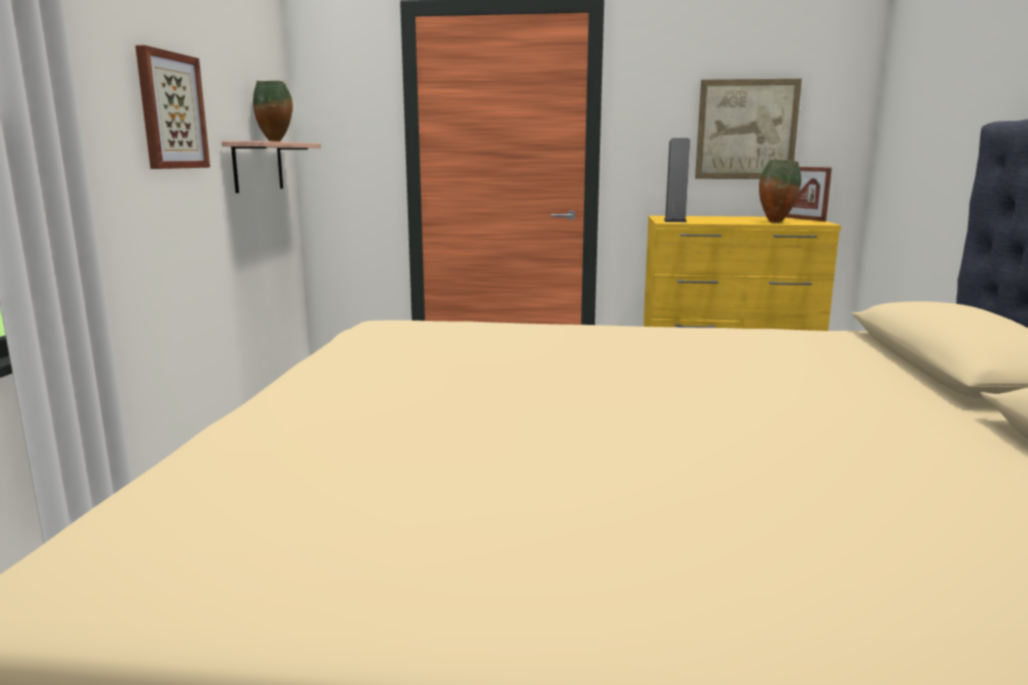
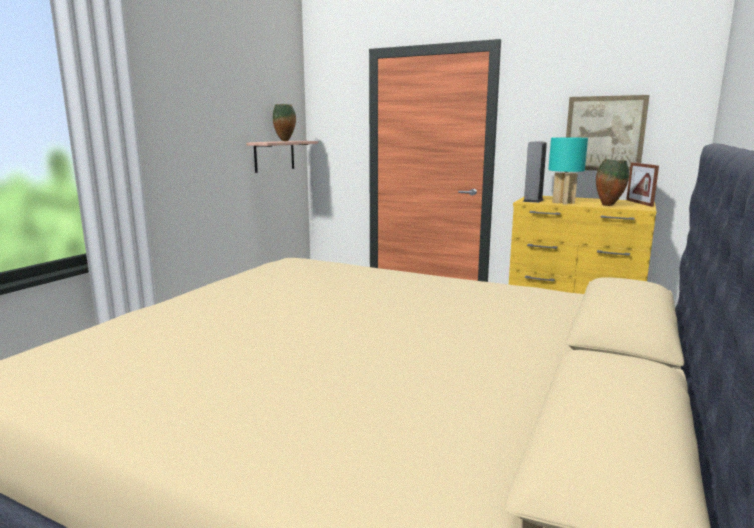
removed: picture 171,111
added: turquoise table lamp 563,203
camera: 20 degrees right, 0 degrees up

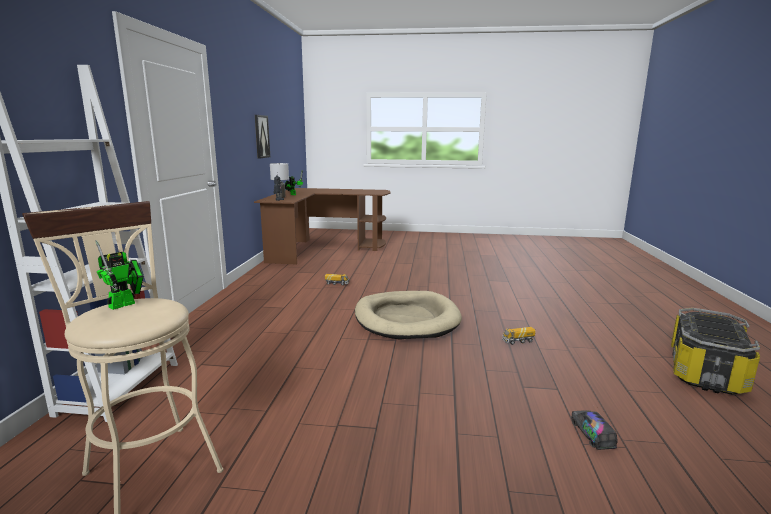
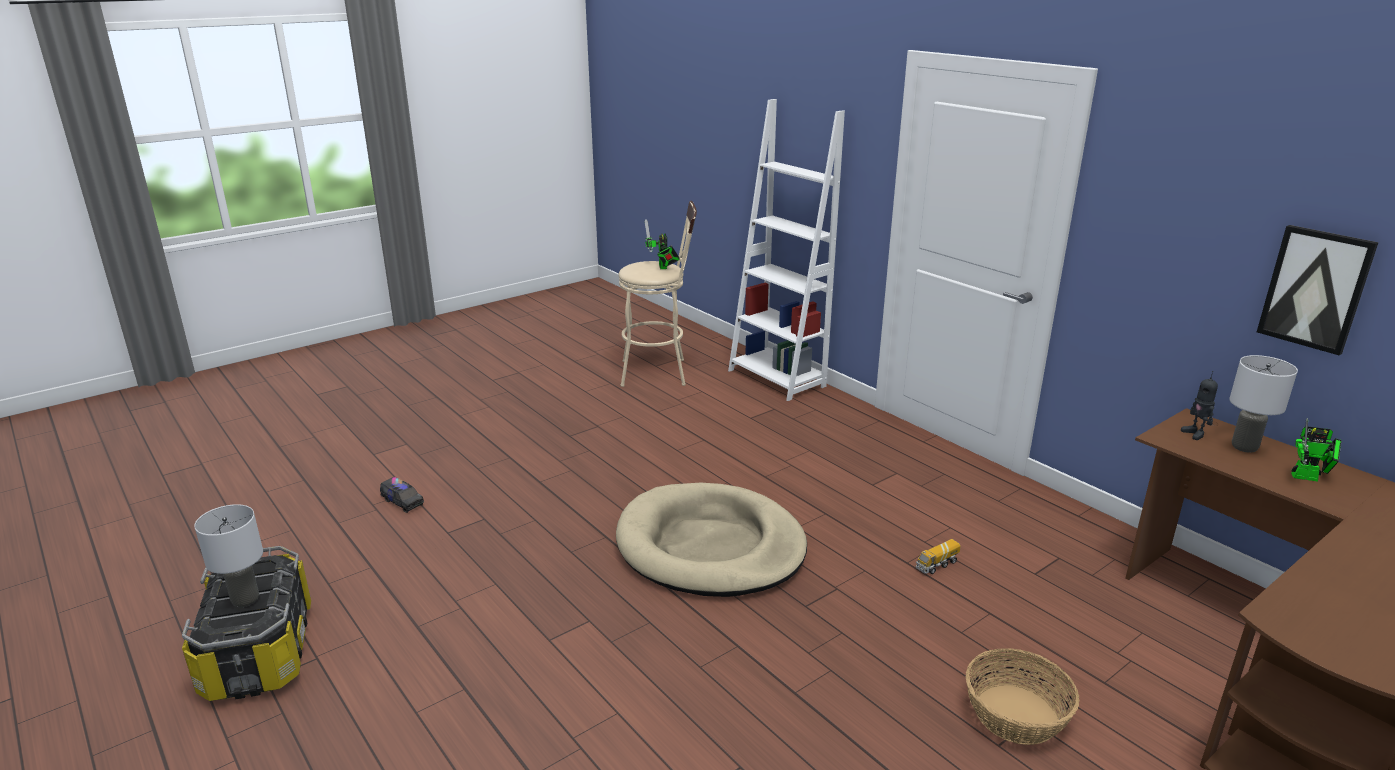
removed: toy truck 518,341
added: white table lamp 244,601; basket 1016,714
camera: 135 degrees right, 10 degrees up

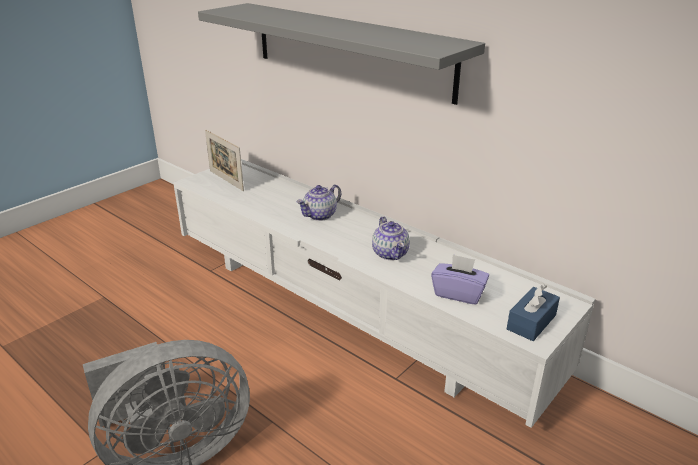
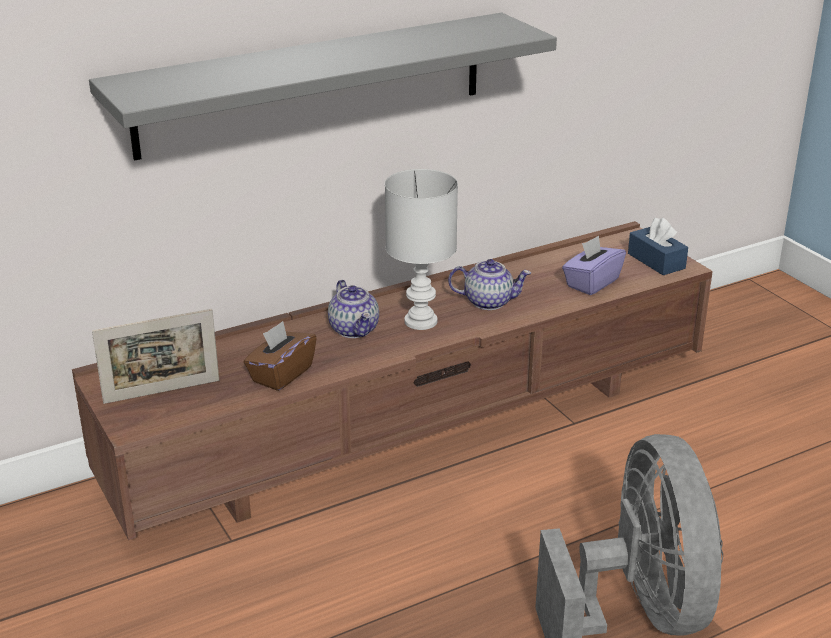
added: white table lamp 420,322; brown tissue box 281,374
recoloured: white tv stand 350,304 to brown tv stand 414,424
camera: 70 degrees left, 0 degrees up

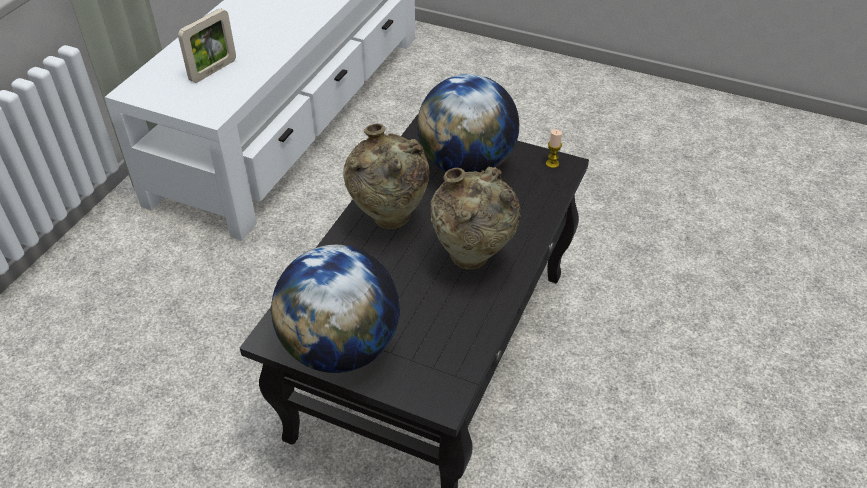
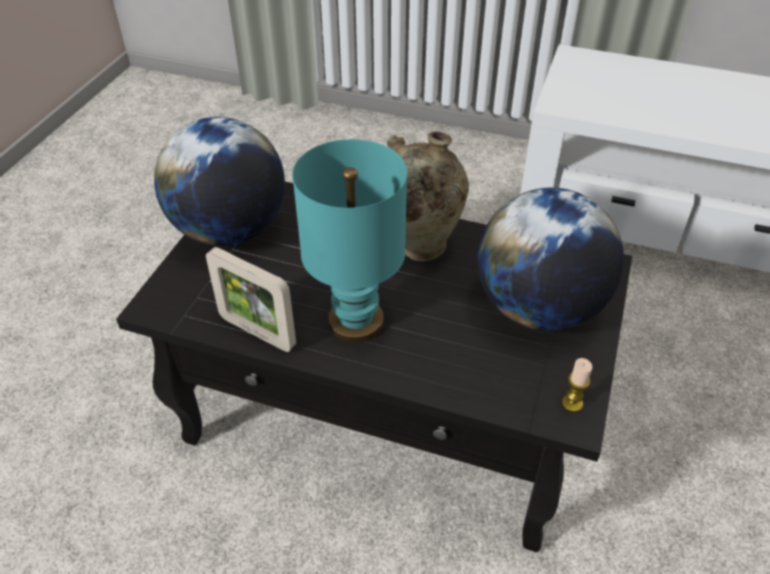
moved: picture frame 213,70 to 257,332
replaced: beige vase 472,261 to turquoise table lamp 357,321
camera: 85 degrees right, 0 degrees up

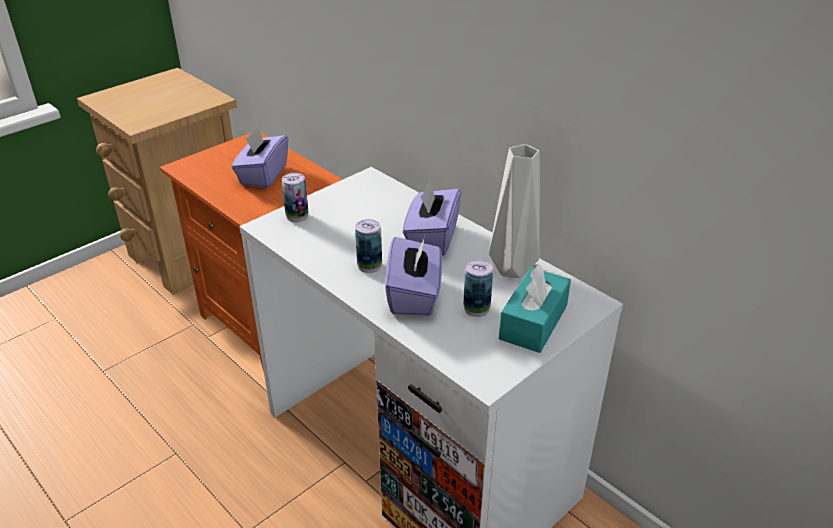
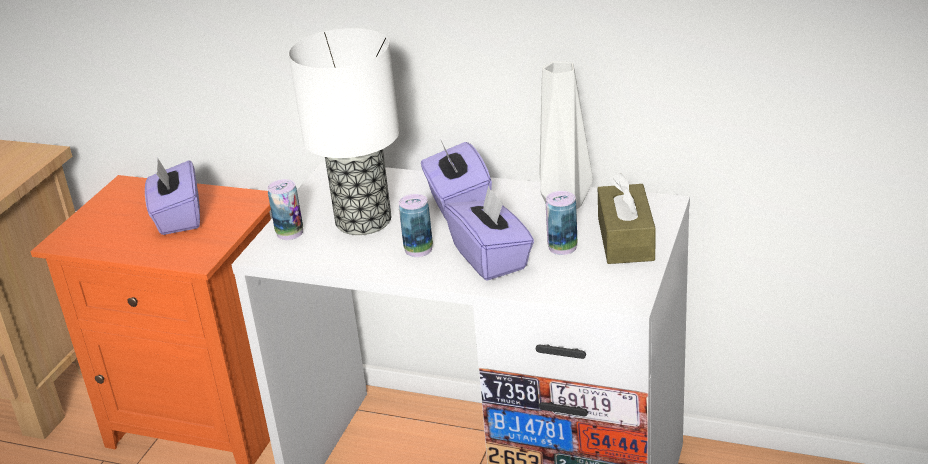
added: table lamp 365,221
recoloured: turquoise tissue box 533,322 to brown tissue box 625,239
camera: 25 degrees left, 5 degrees down

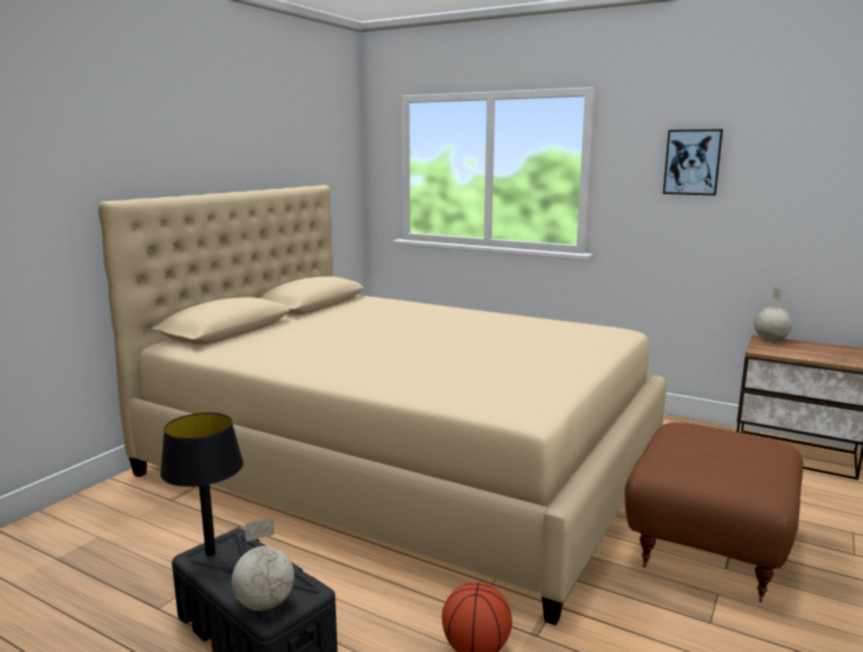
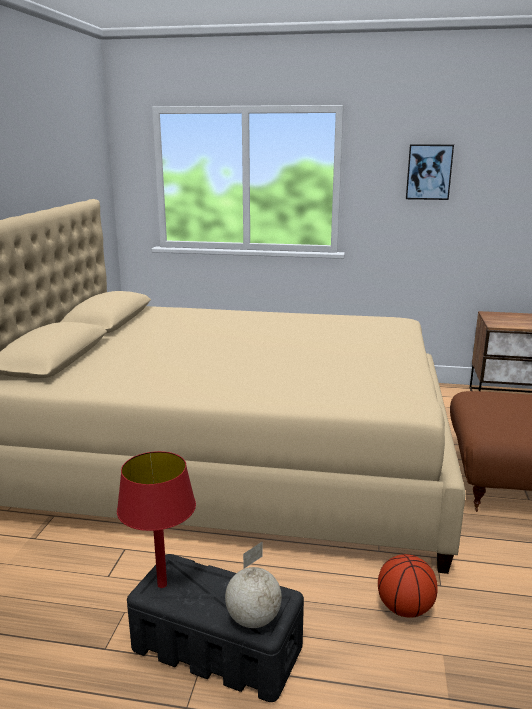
removed: globe 770,340
recoloured: black table lamp 211,553 to red table lamp 162,584
camera: 20 degrees left, 5 degrees up

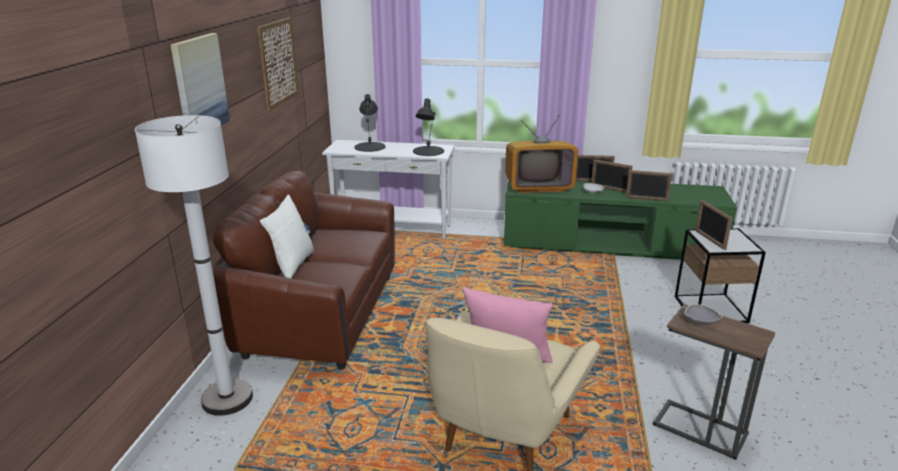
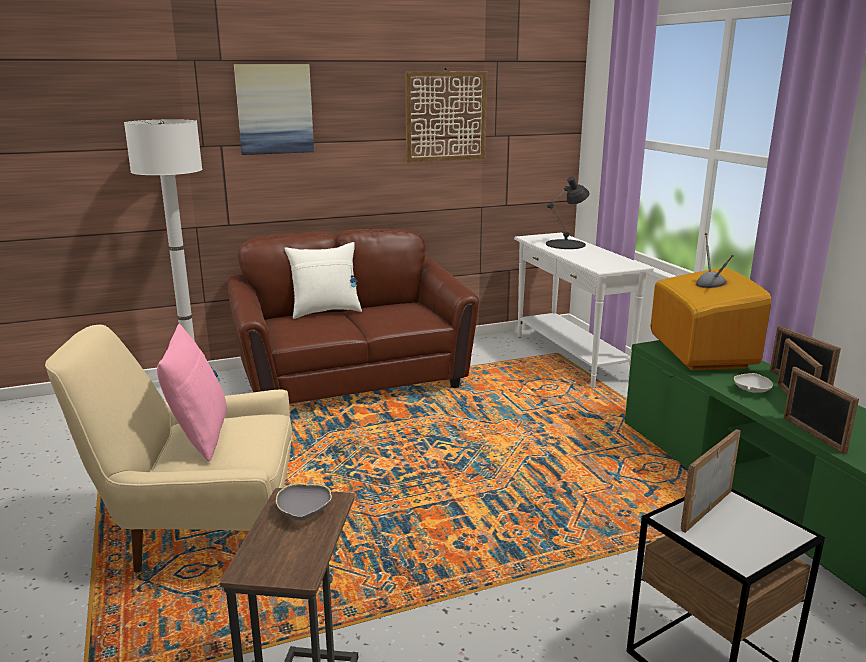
removed: black table lamp 428,151
turned: television 538,186 = 700,354 150 degrees counterclockwise
camera: 60 degrees right, 5 degrees down

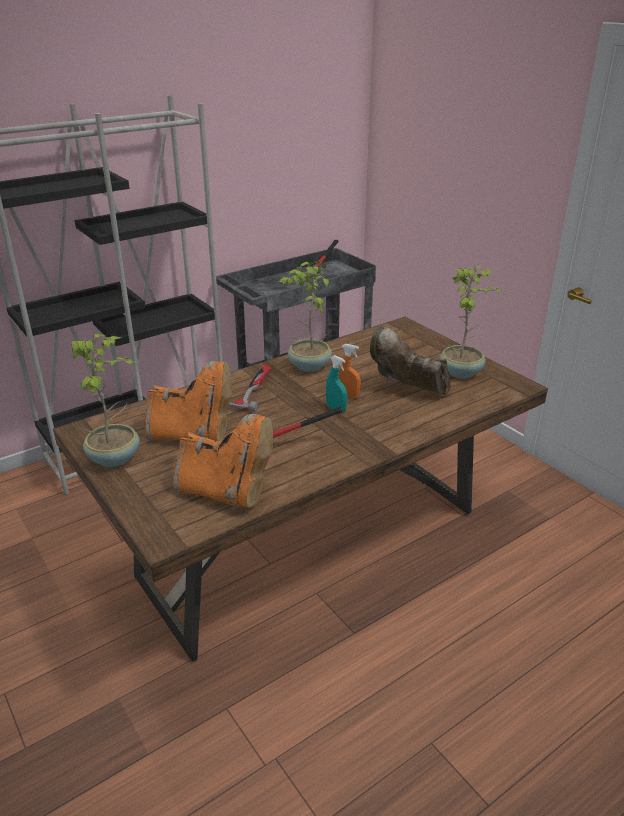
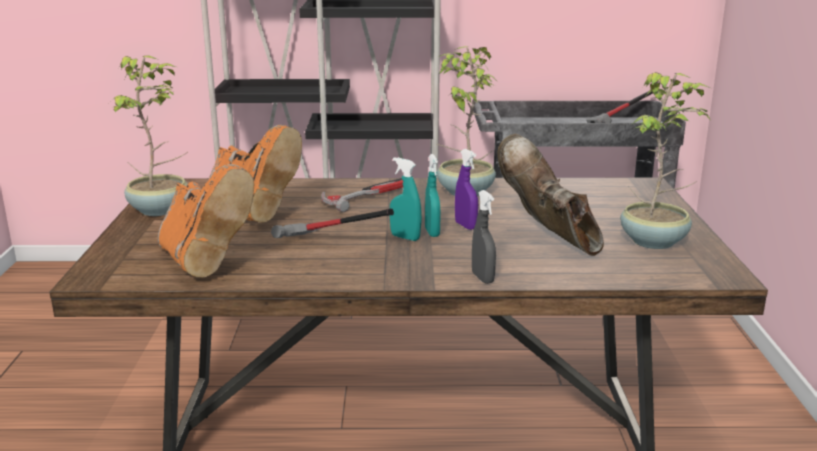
added: turquoise spray bottle 405,237; grey spray bottle 482,278
recoloured: orange spray bottle 348,396 to purple spray bottle 465,226
camera: 35 degrees right, 10 degrees down

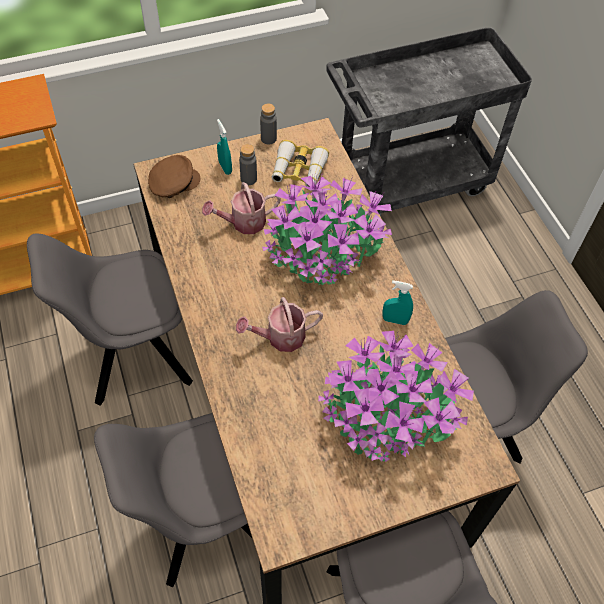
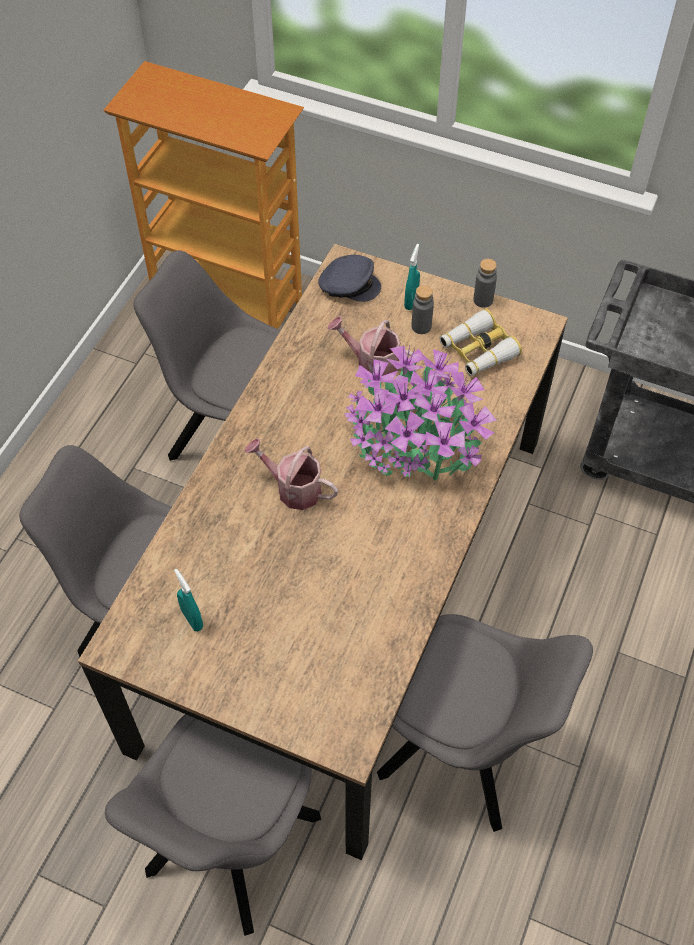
removed: potted plant 387,417
moved: turquoise spray bottle 395,320 to 192,619
recoloured: brown cap 173,183 to grey cap 349,285
camera: 45 degrees right, 0 degrees up

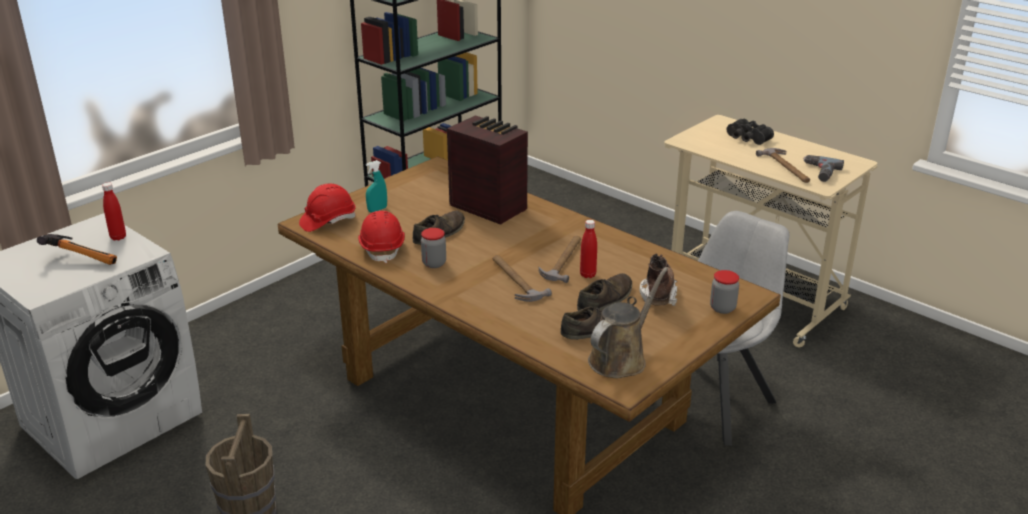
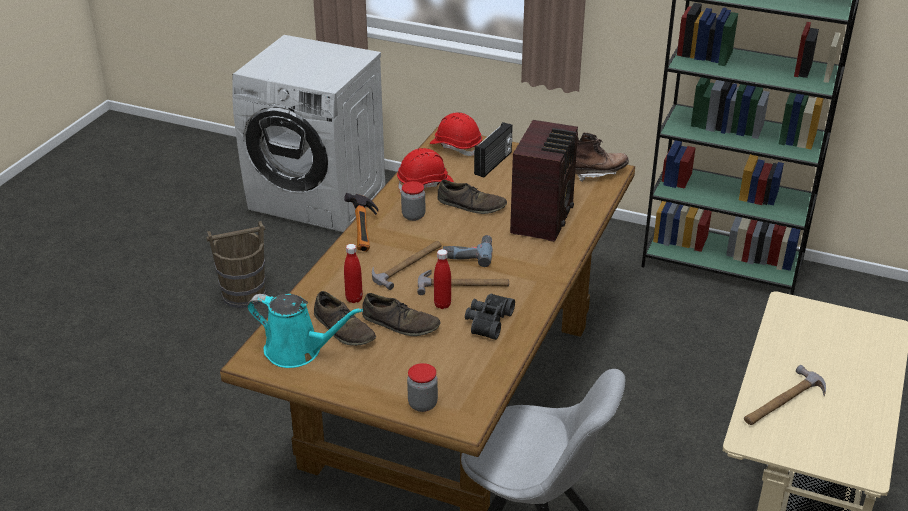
moved: black binoculars 746,139 to 487,321; power drill 819,172 to 468,253; red bottle 118,237 to 354,299; hammer 84,258 to 366,232; brown boot 658,294 to 596,173
replaced: turquoise spray bottle 377,209 to radio 494,163
recoloured: brown watering can 620,358 to turquoise watering can 298,351
camera: 70 degrees right, 5 degrees up

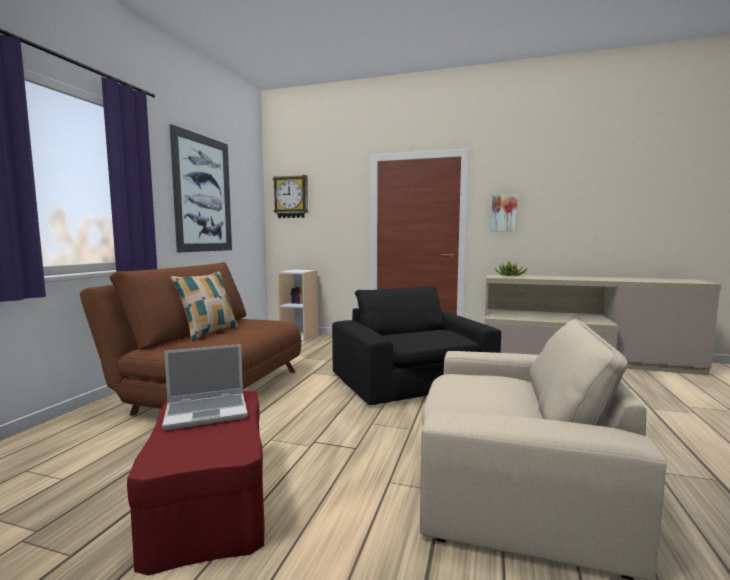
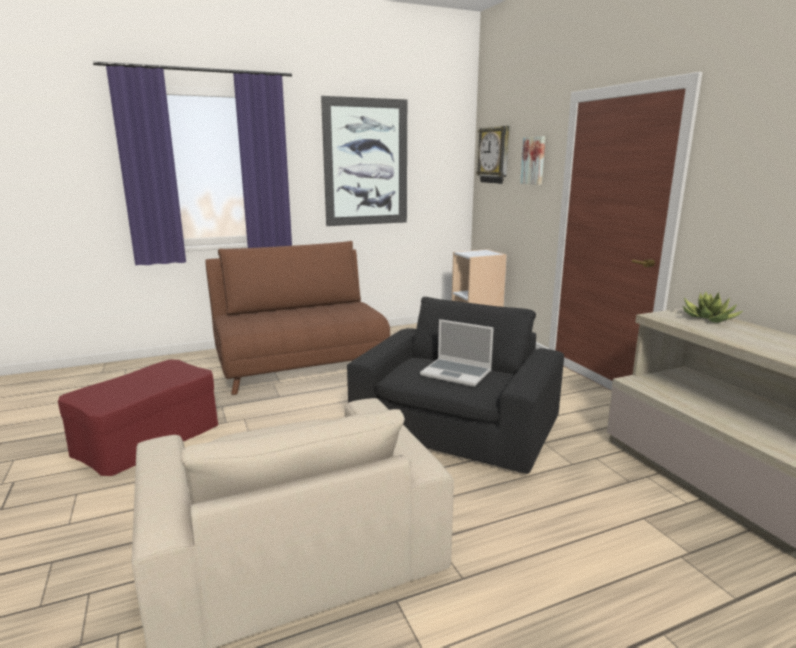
removed: pillow 208,333
moved: picture 504,212 to 534,160; laptop 207,412 to 457,373
camera: 50 degrees right, 10 degrees up

